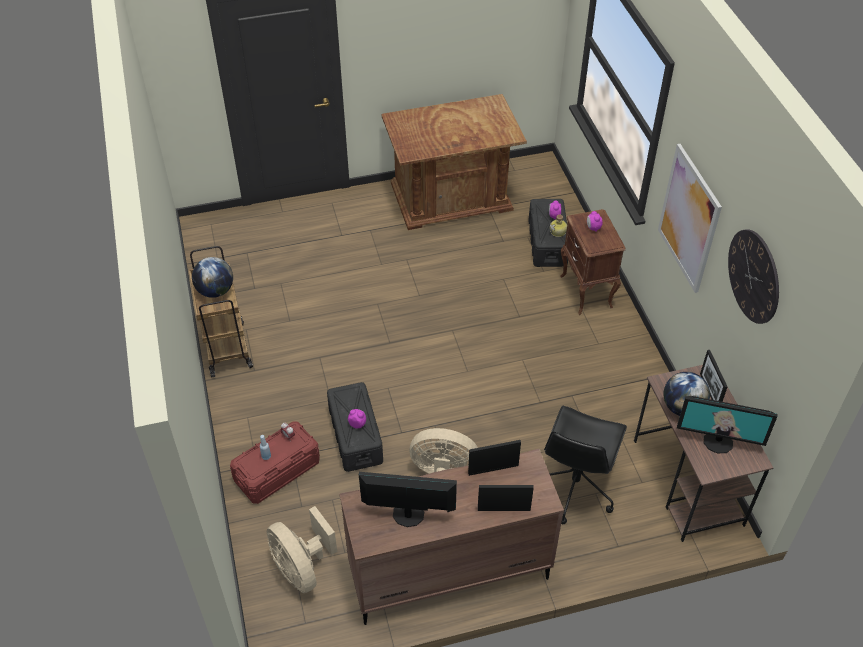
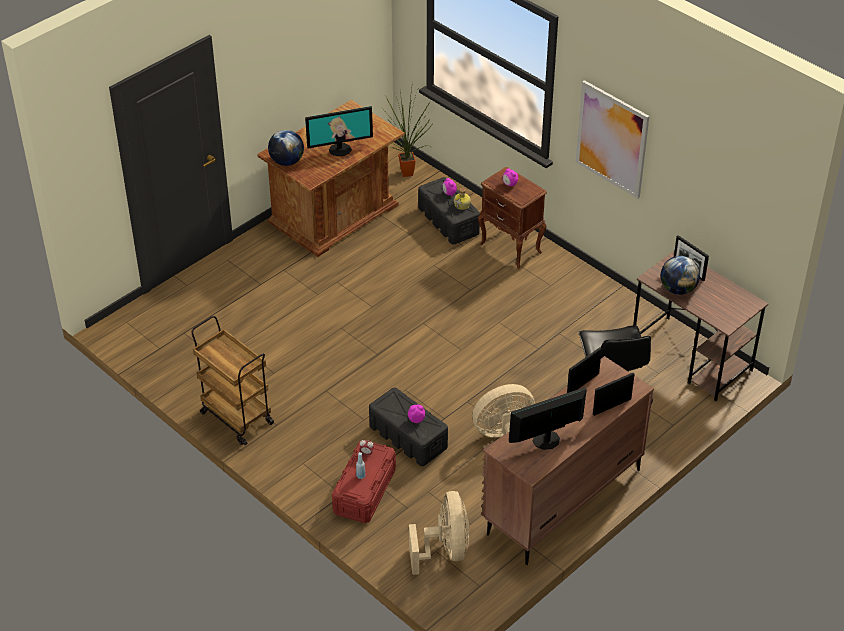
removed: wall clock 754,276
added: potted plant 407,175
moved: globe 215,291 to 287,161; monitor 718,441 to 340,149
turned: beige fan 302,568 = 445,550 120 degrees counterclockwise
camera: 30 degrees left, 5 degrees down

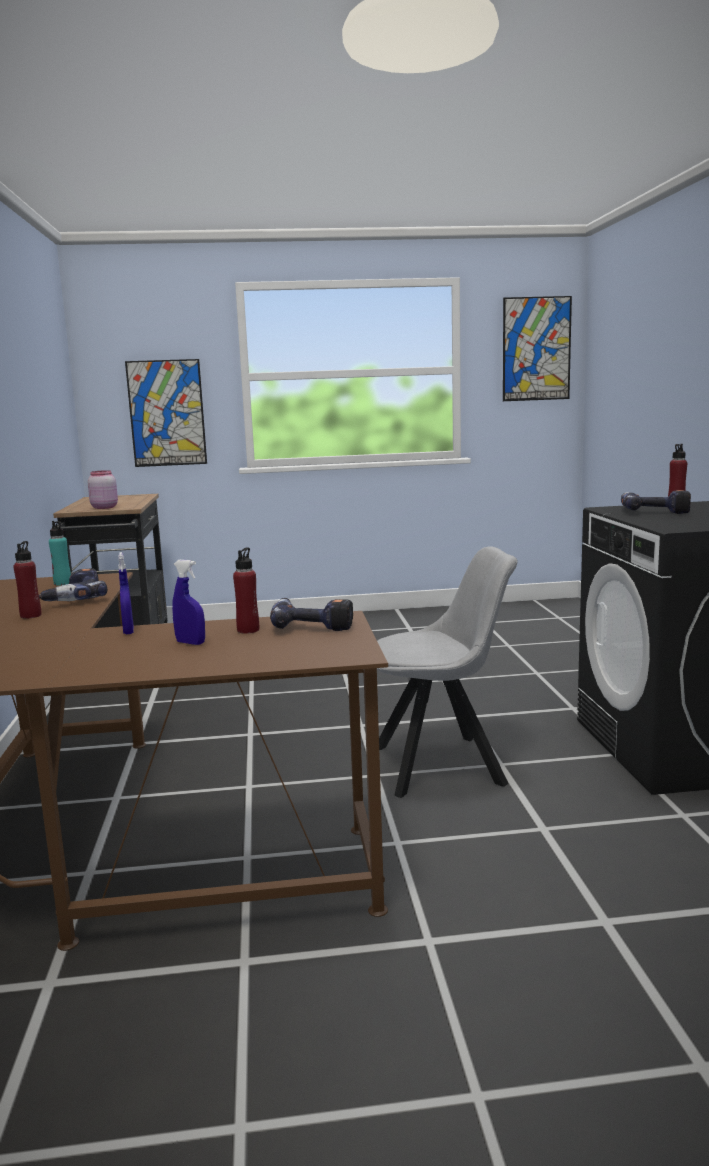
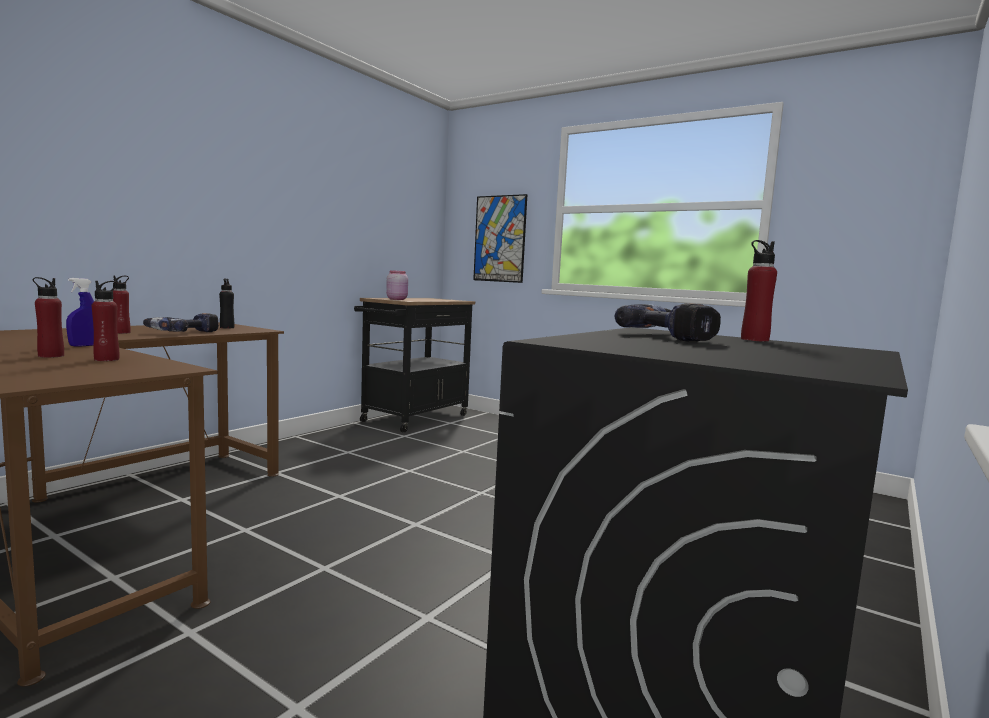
removed: picture 536,349; grey chair 442,765; power drill 312,624
replaced: blue spray bottle 190,643 to red bottle 51,356
recoloured: turquoise bottle 62,583 to black bottle 227,327
camera: 40 degrees right, 5 degrees down

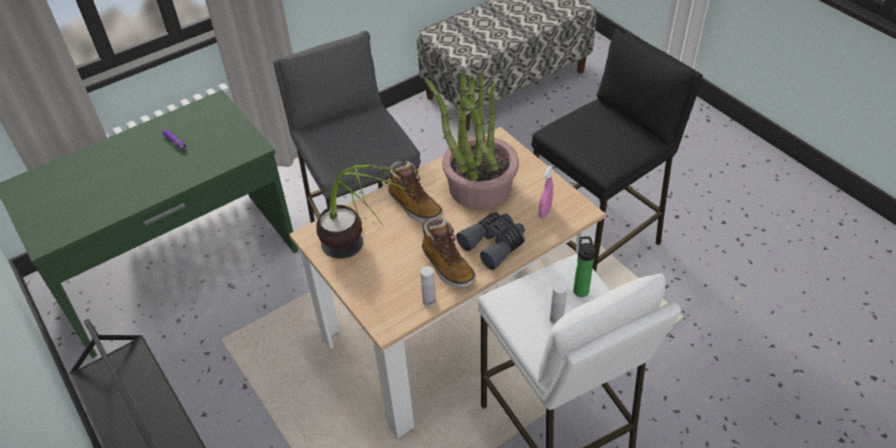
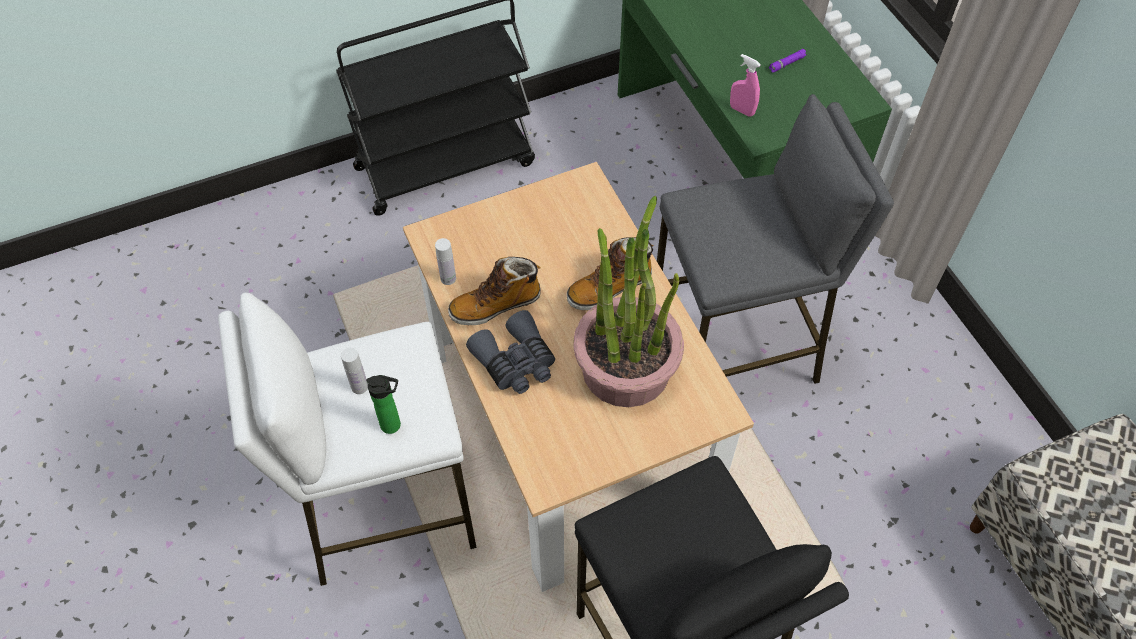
removed: potted plant 360,256
moved: pink spray bottle 545,212 to 741,110
camera: 100 degrees right, 10 degrees up

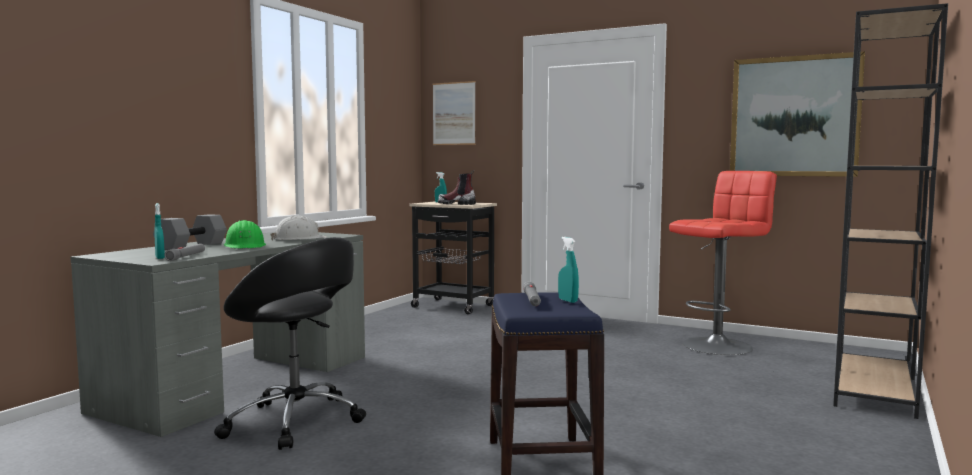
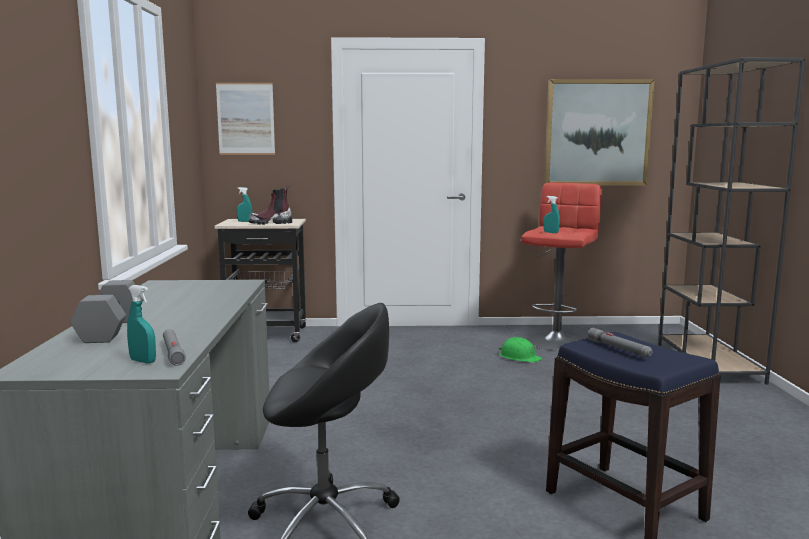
removed: white hard hat 299,239
moved: green hard hat 245,246 to 519,357; turquoise spray bottle 568,301 to 551,232
camera: 30 degrees left, 5 degrees up

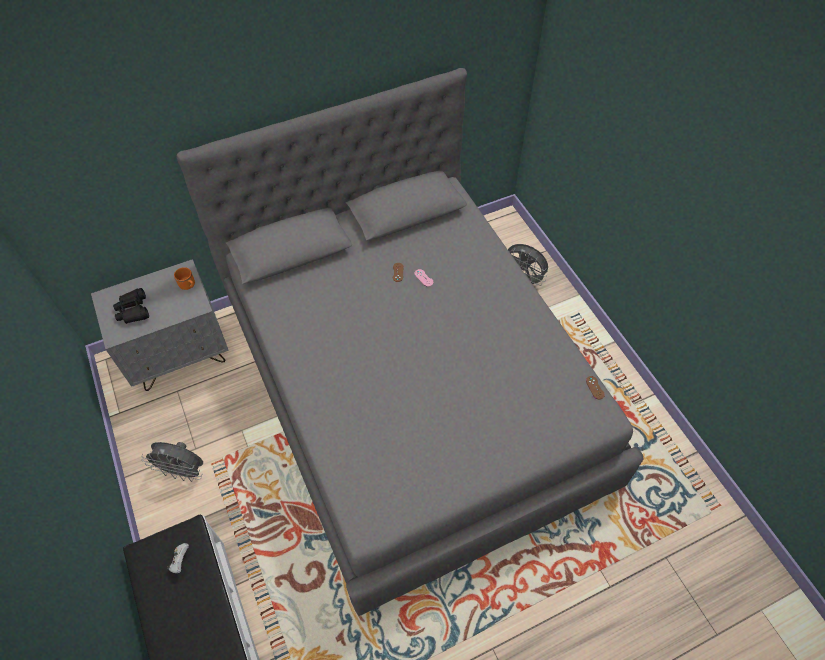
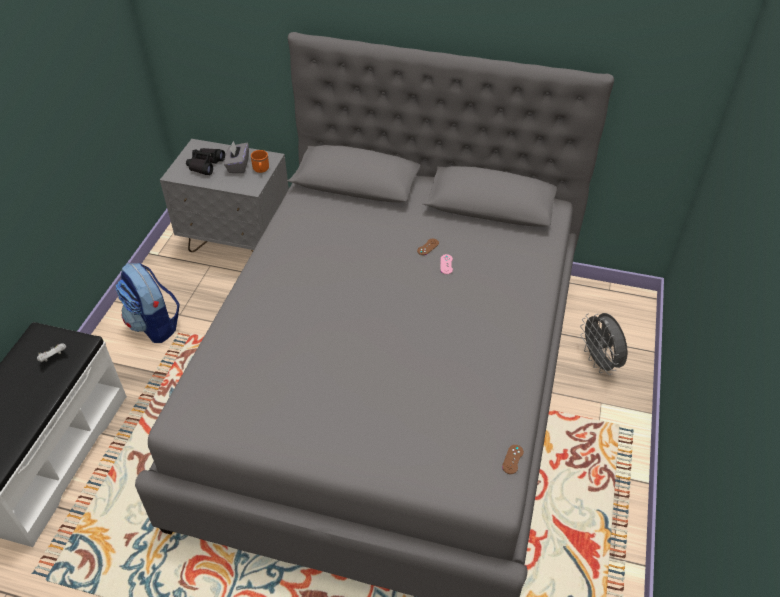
added: grey tissue box 238,165
replaced: grey fan 183,471 to backpack 155,325
camera: 40 degrees right, 10 degrees down

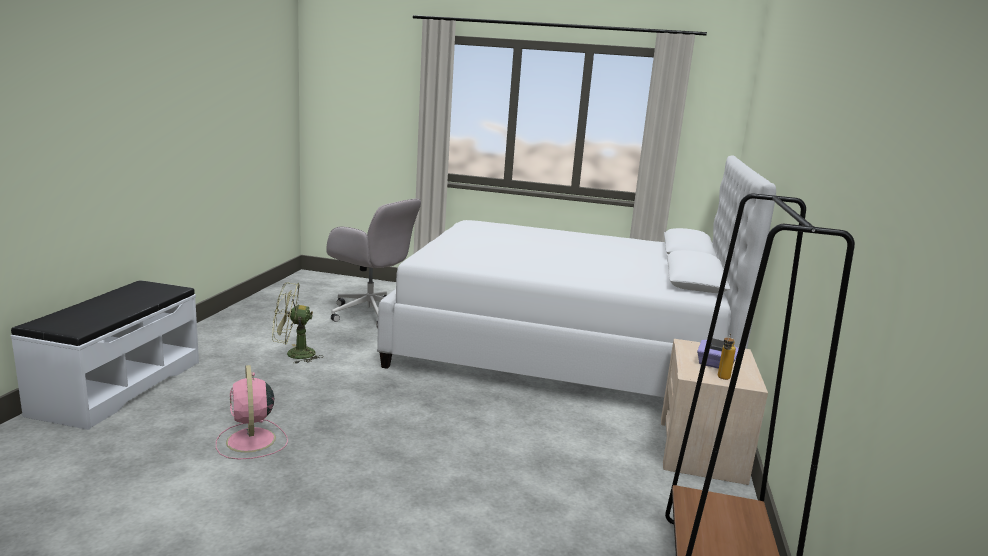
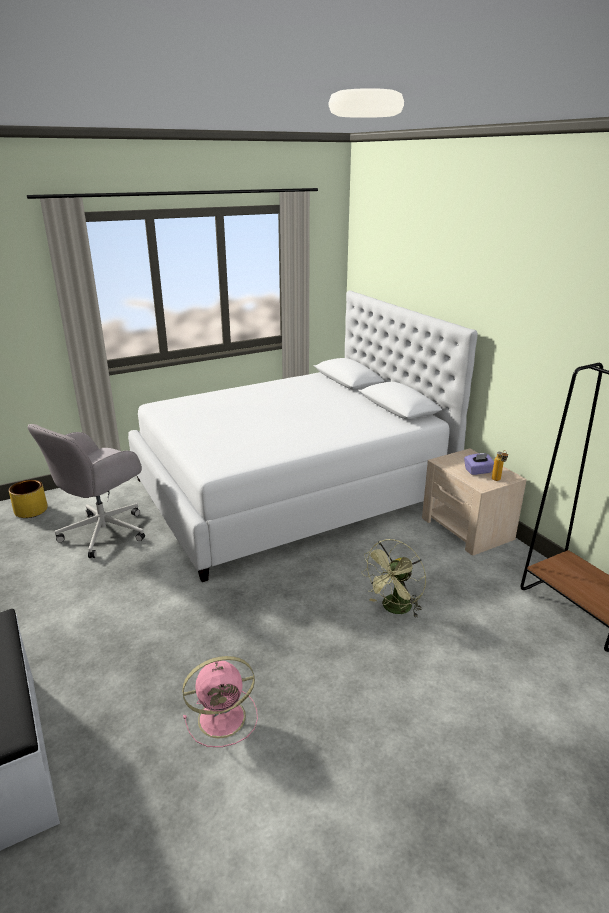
added: yellow planter 31,511
moved: green fan 294,354 to 394,609
turned: grey office chair 370,314 = 103,533 135 degrees clockwise; pink fan 251,441 = 224,717 45 degrees counterclockwise
camera: 40 degrees left, 10 degrees up

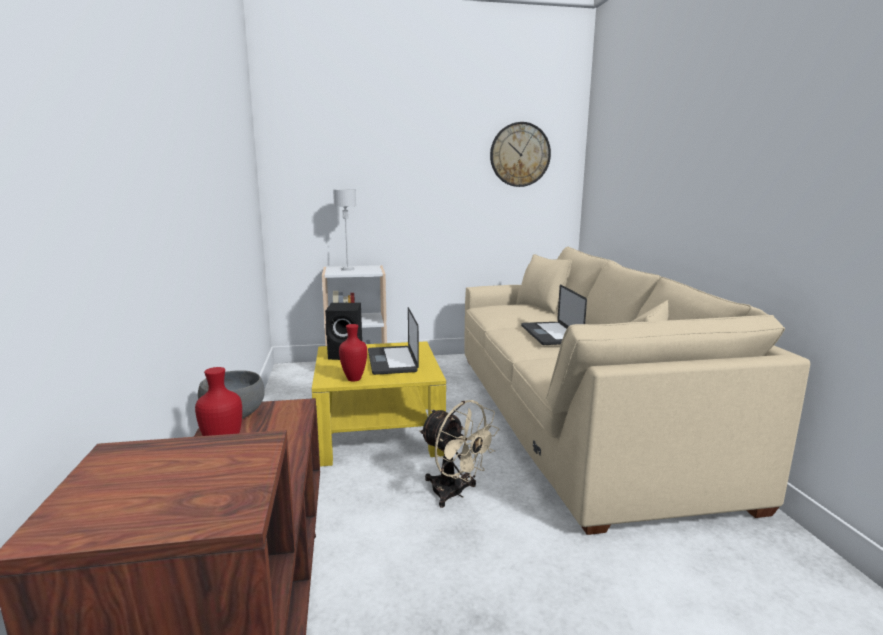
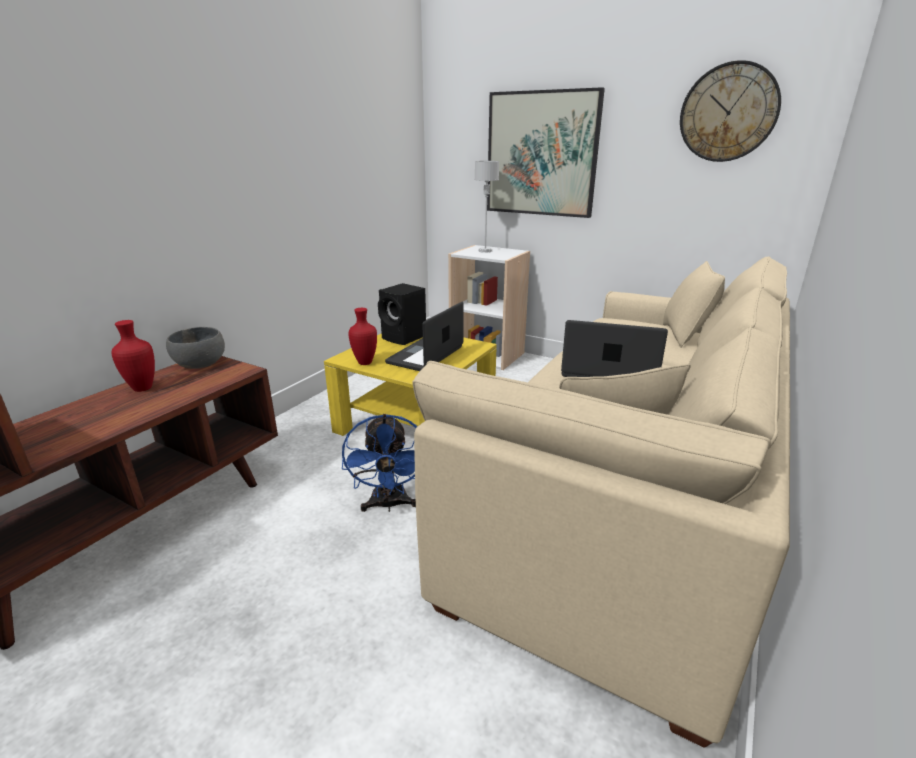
added: picture 541,154
recoloured: beige fan 455,493 to blue fan 389,505
turned: laptop 550,334 = 608,372 75 degrees clockwise
camera: 40 degrees right, 10 degrees up

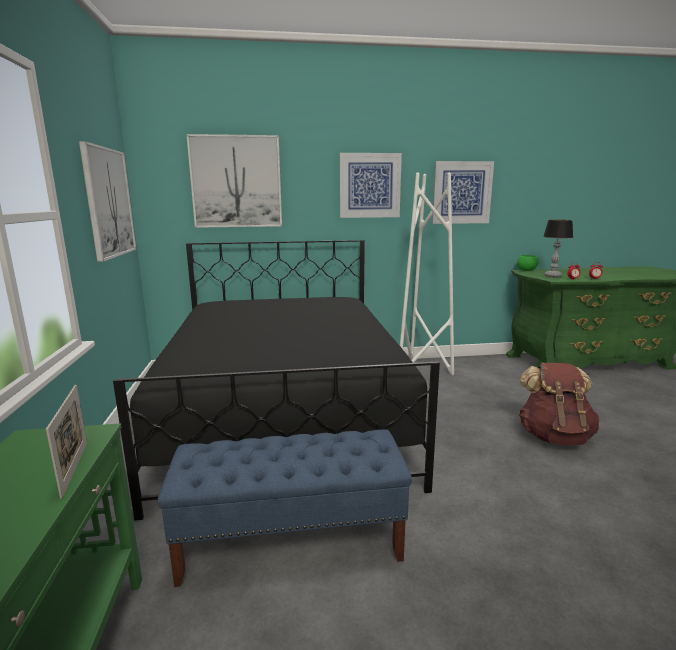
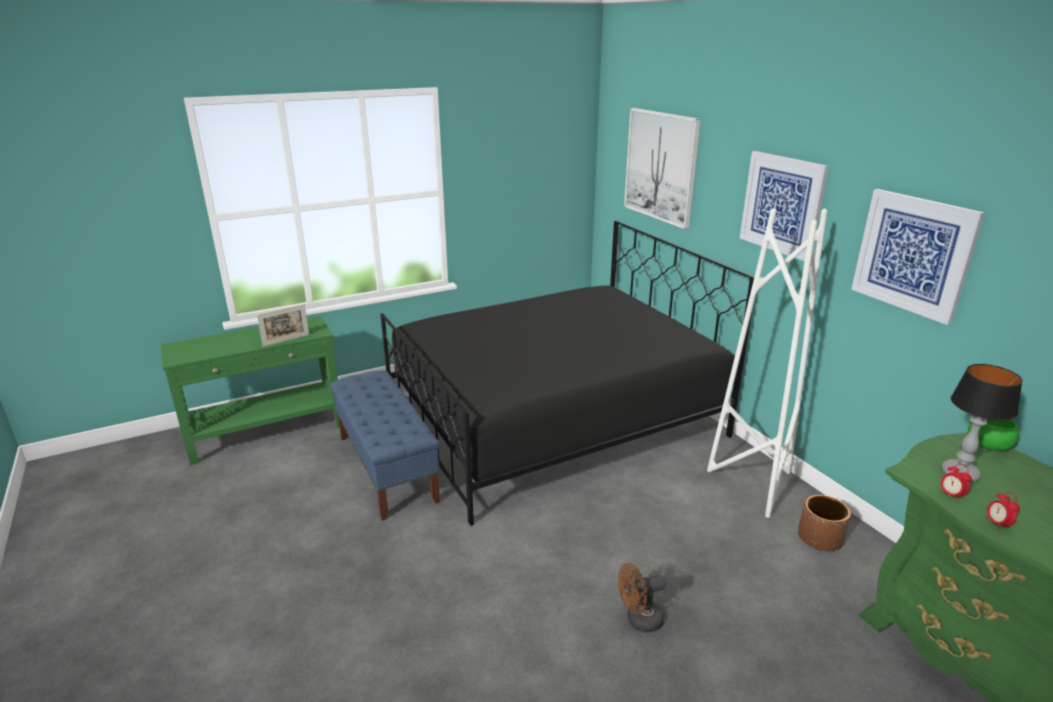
removed: picture 108,203
added: brown planter 820,537
replaced: brown backpack 554,436 to brown fan 639,620
camera: 70 degrees right, 10 degrees up

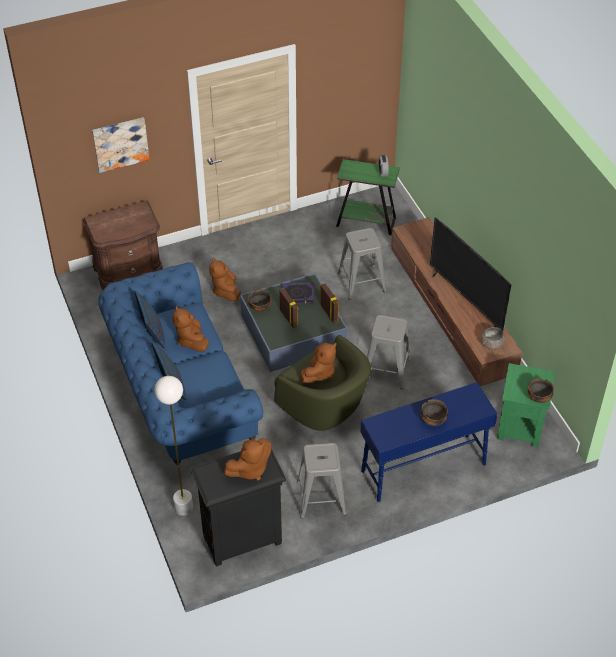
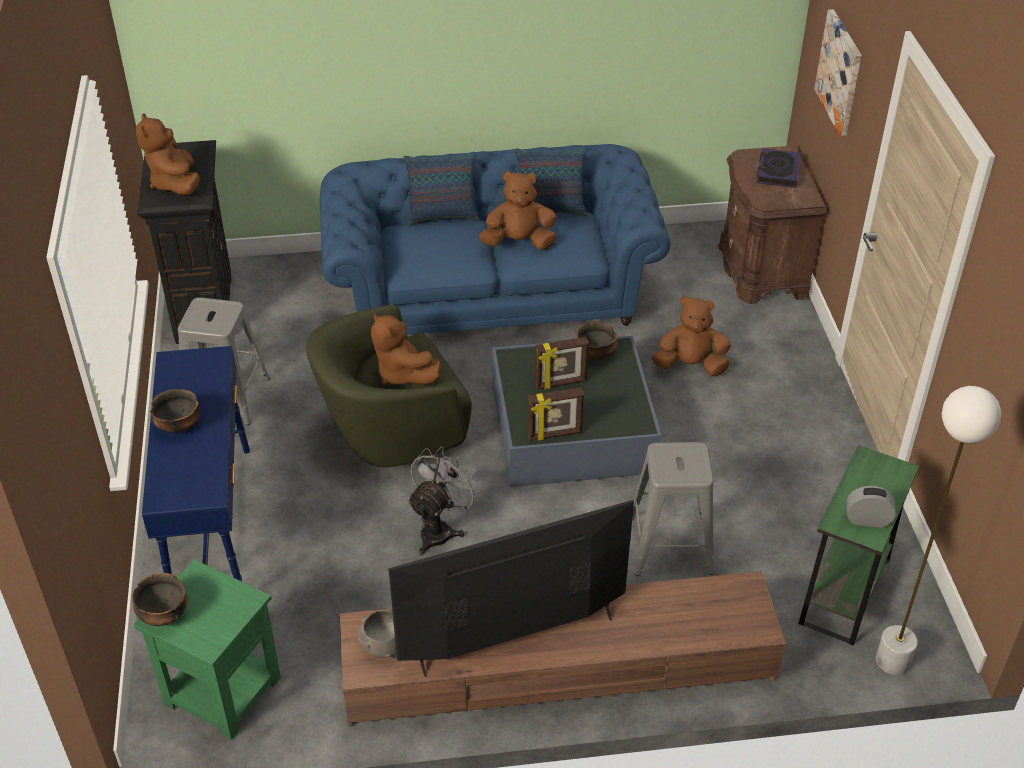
moved: book 298,295 to 777,172; white floor lamp 183,508 to 893,660
replaced: grey stool 386,370 to grey fan 440,529
camera: 105 degrees right, 5 degrees down

